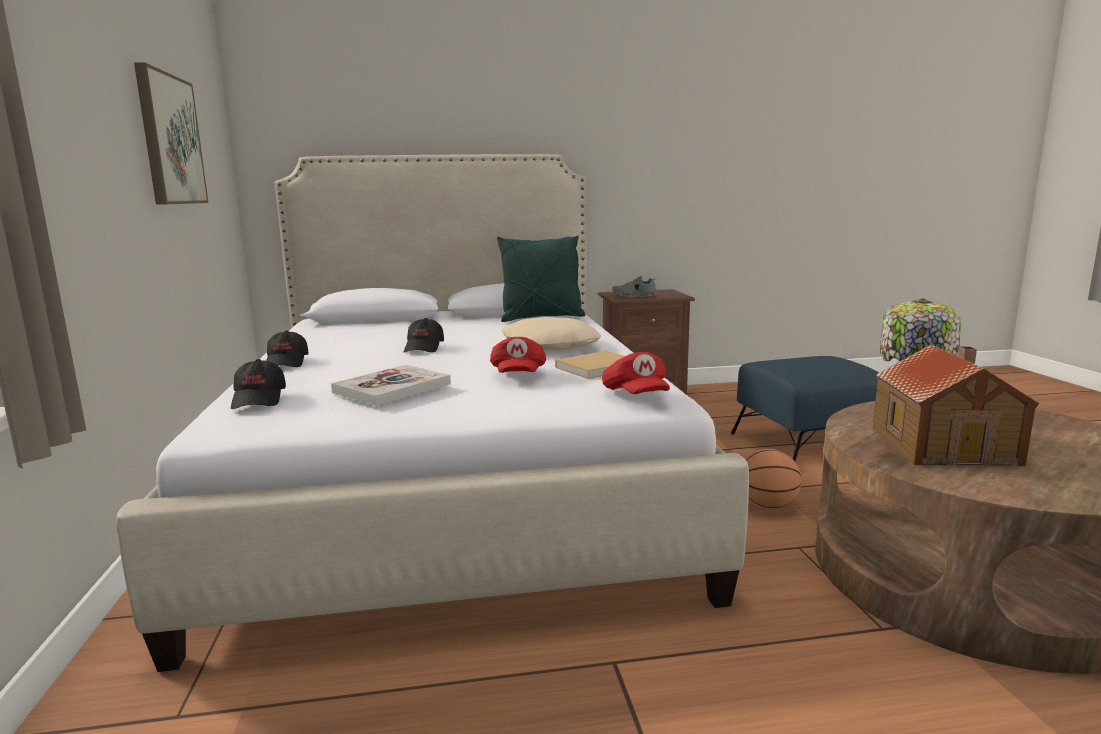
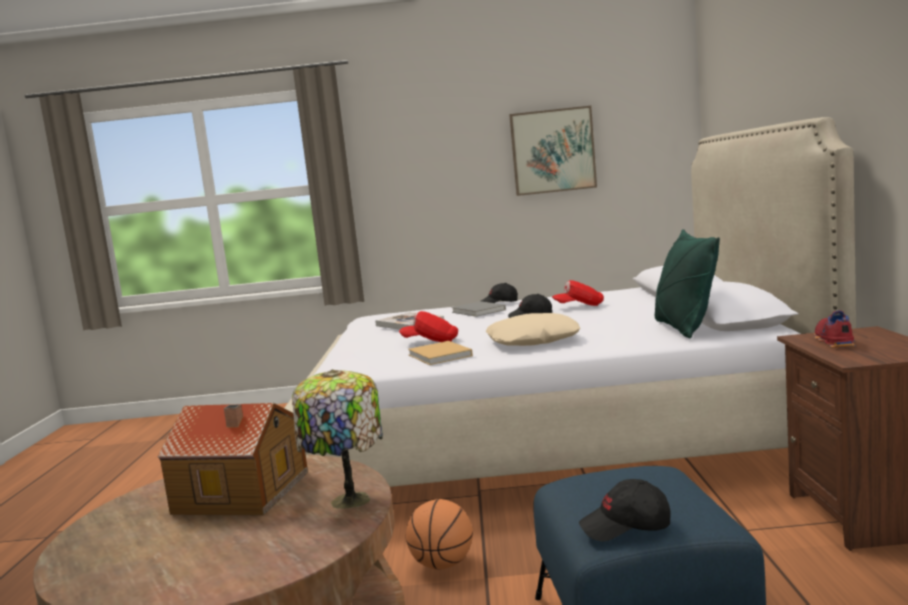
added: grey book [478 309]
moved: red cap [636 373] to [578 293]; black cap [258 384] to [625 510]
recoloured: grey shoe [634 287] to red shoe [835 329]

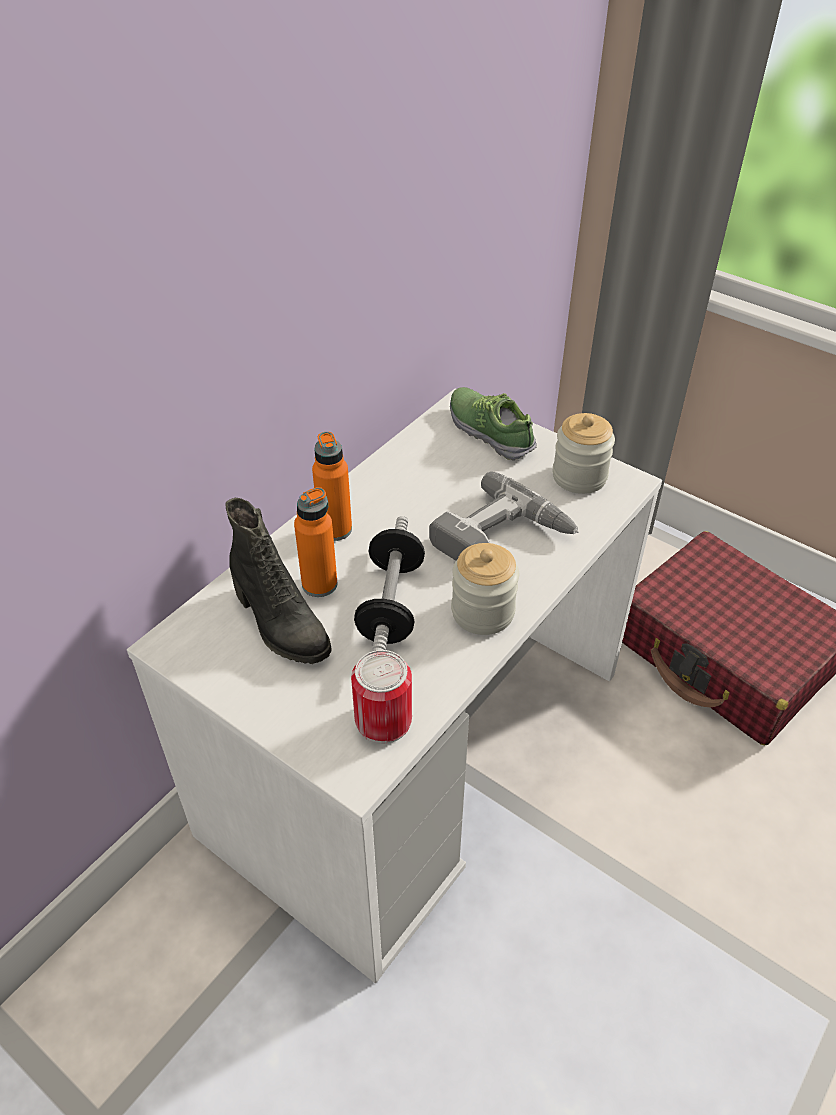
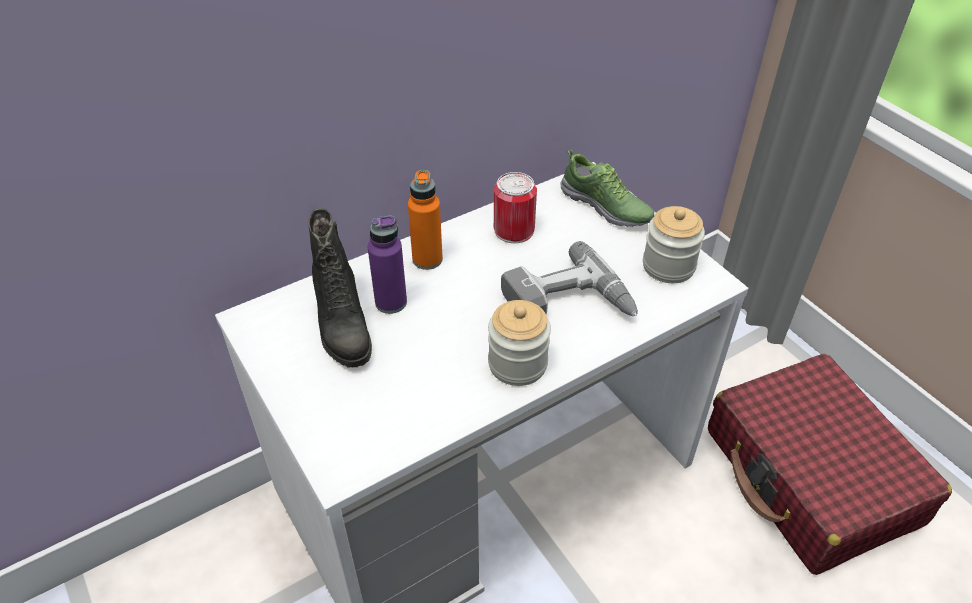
removed: dumbbell [389 583]
moved: can [381 697] to [515 207]
recoloured: orange bottle [316 542] to purple bottle [387 264]
turned: shoe [493 424] = [607 188] 150 degrees clockwise

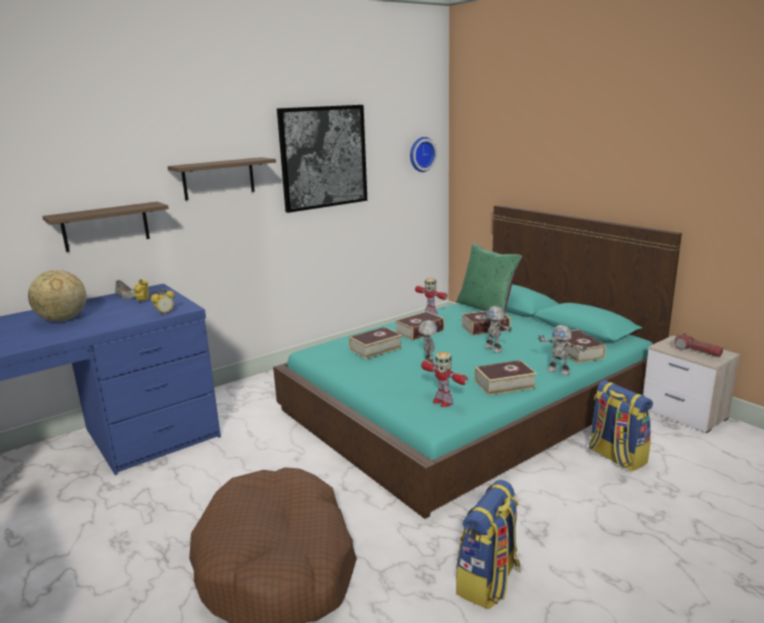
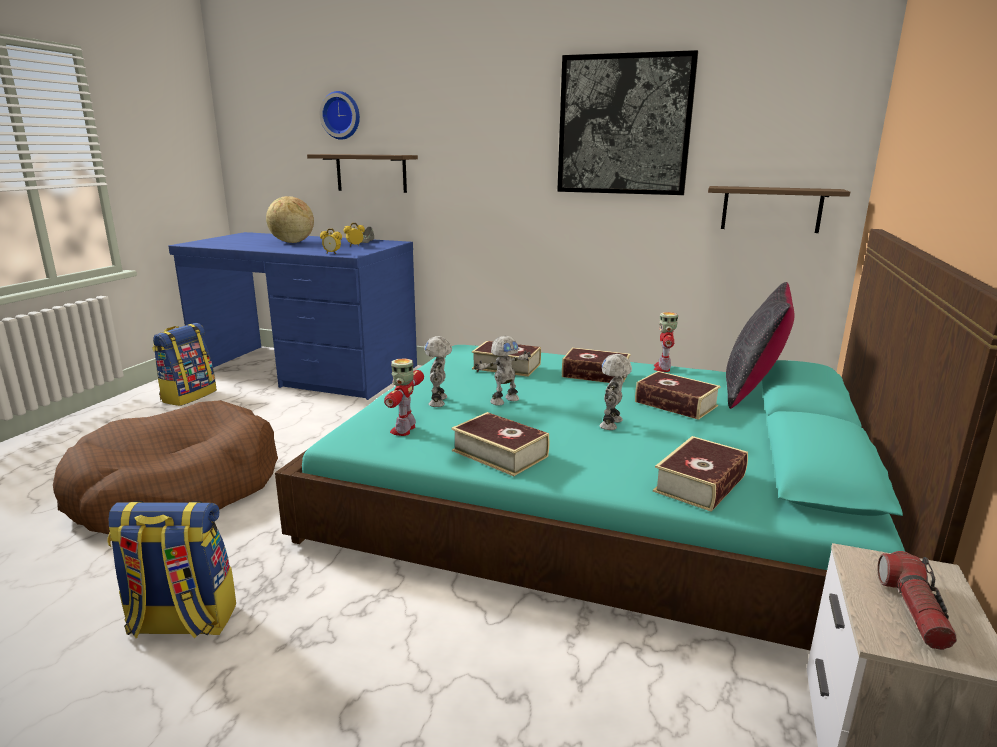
moved: wall clock [423 154] to [340 115]; shelf [221 178] to [779 209]; toy robot [562 350] to [438 371]; backpack [621 426] to [184 364]
recoloured: green pillow [489 278] to black pillow [760 345]

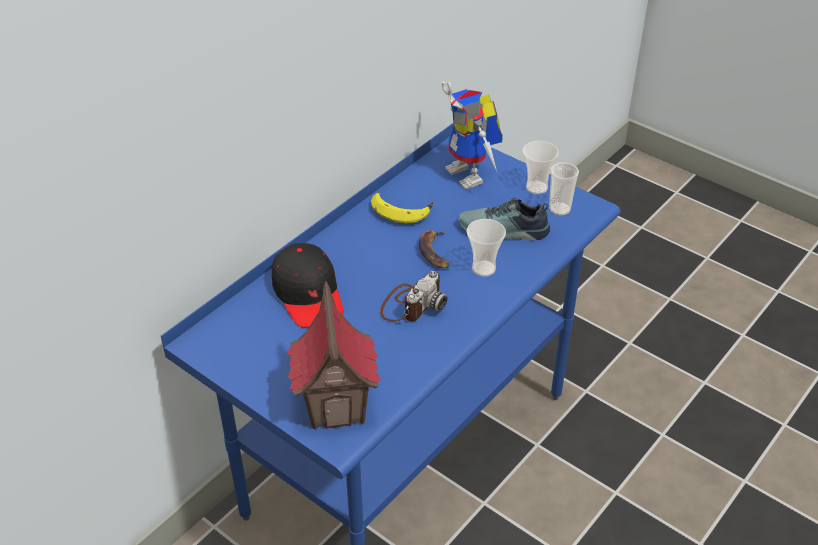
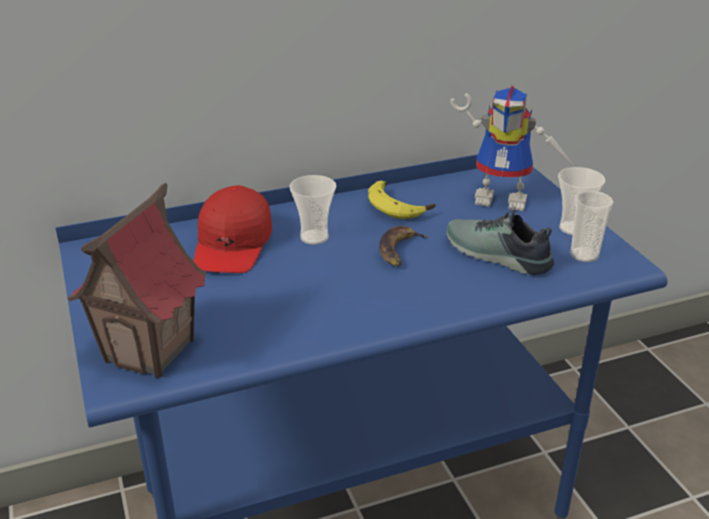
removed: photo camera [413 296]
moved: cup [486 248] to [312 210]
recoloured: black cap [307 285] to red cap [233 229]
turned: toy robot [472 135] = [512 148] 75 degrees counterclockwise

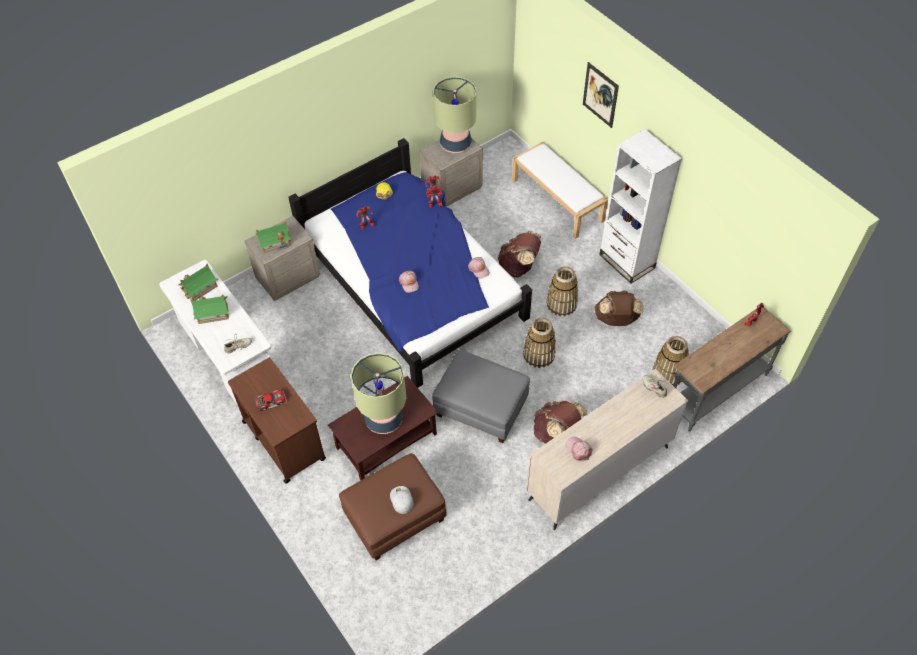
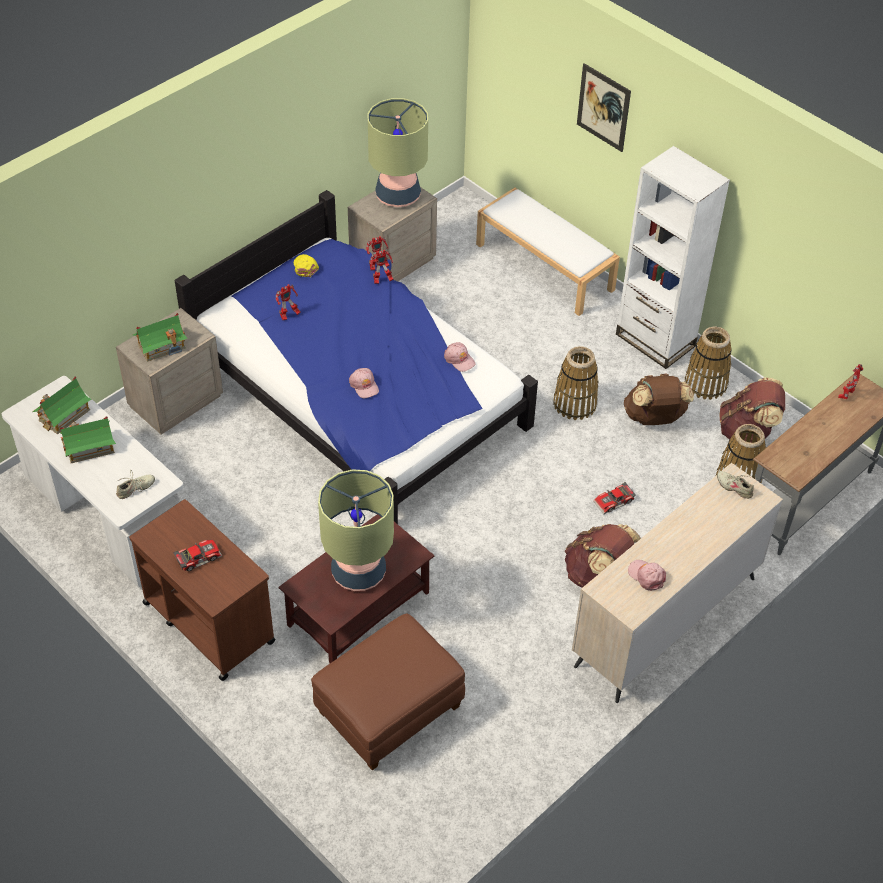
removed: grey ottoman [481 396]; white cap [402 500]
added: toy car [615 498]
moved: brown backpack [519 254] to [752 410]; basket [539 342] to [708 363]

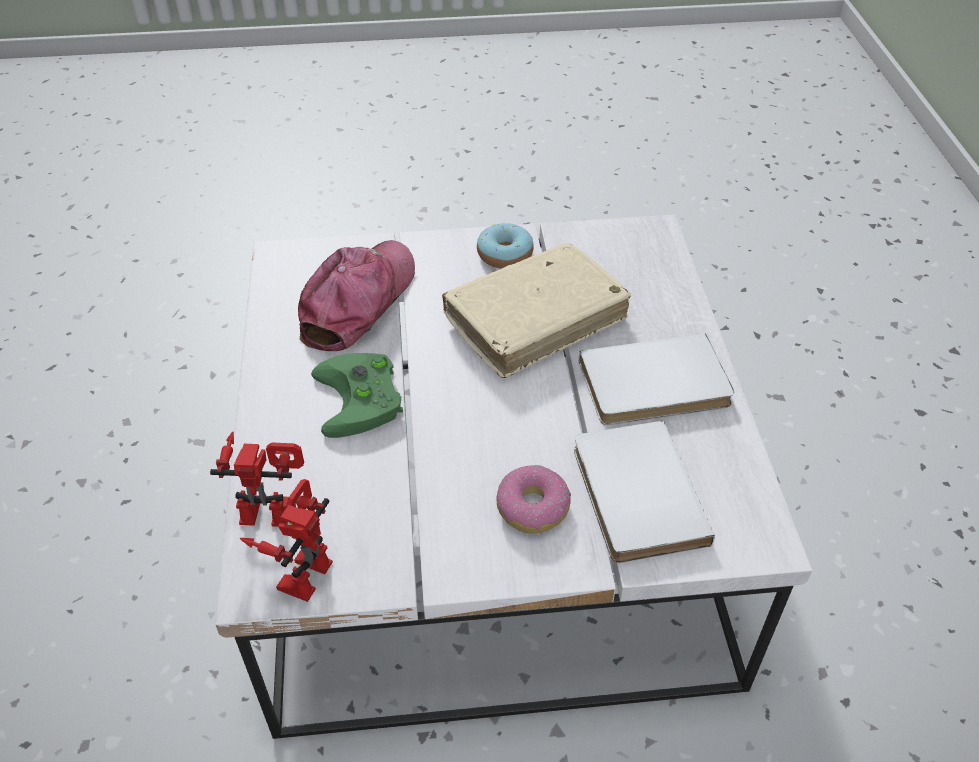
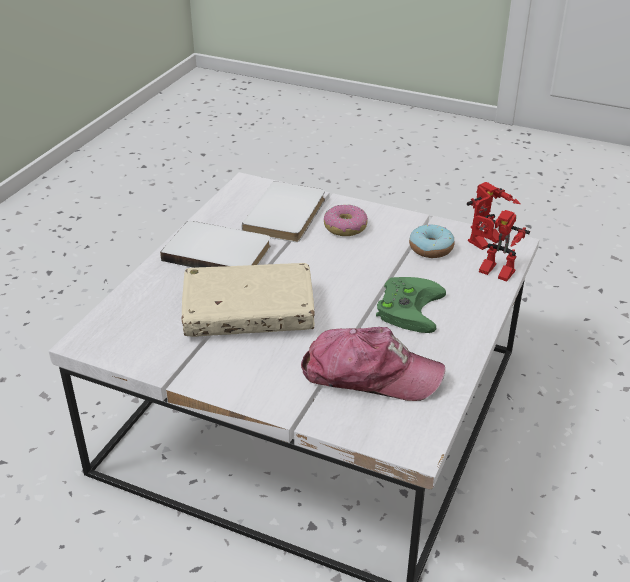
moved: donut [505 246] to [431 241]
turned: cap [356 295] = [373 364] 135 degrees counterclockwise

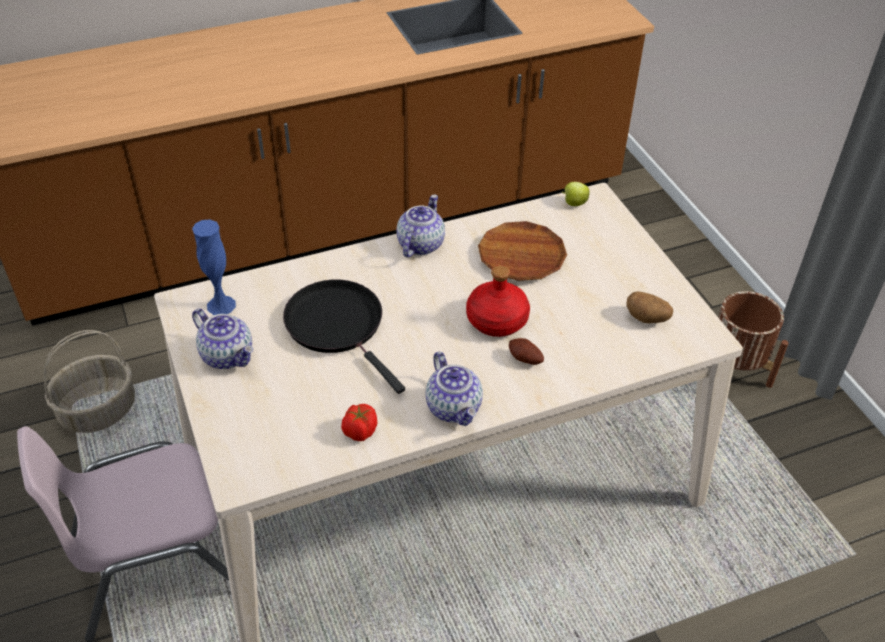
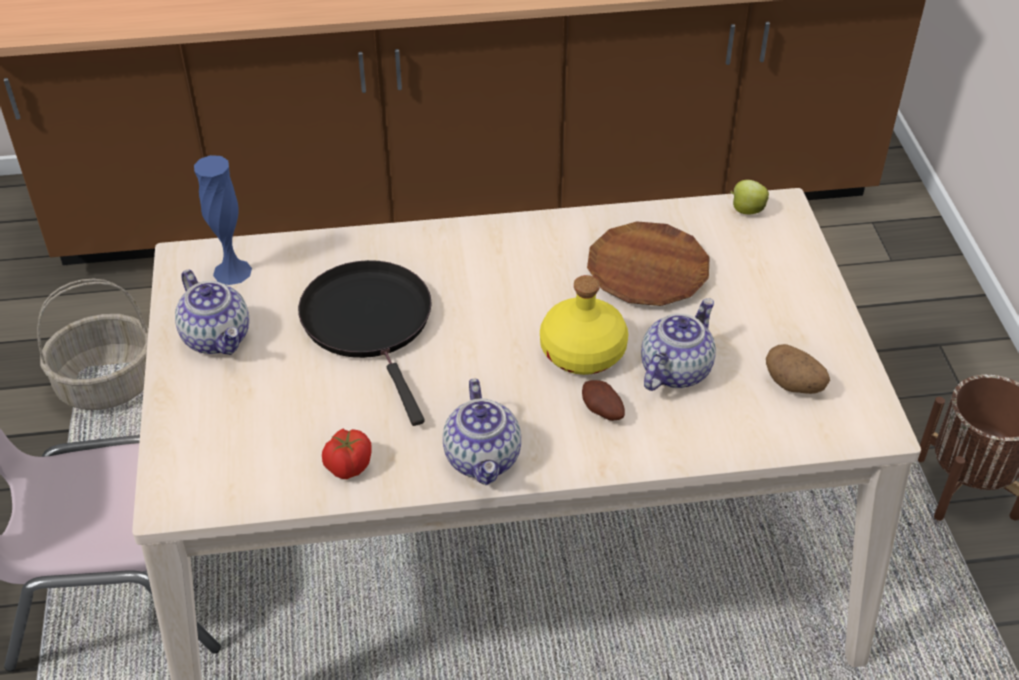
moved: teapot [421 226] to [678 344]
recoloured: red bottle [498 301] to yellow bottle [584 325]

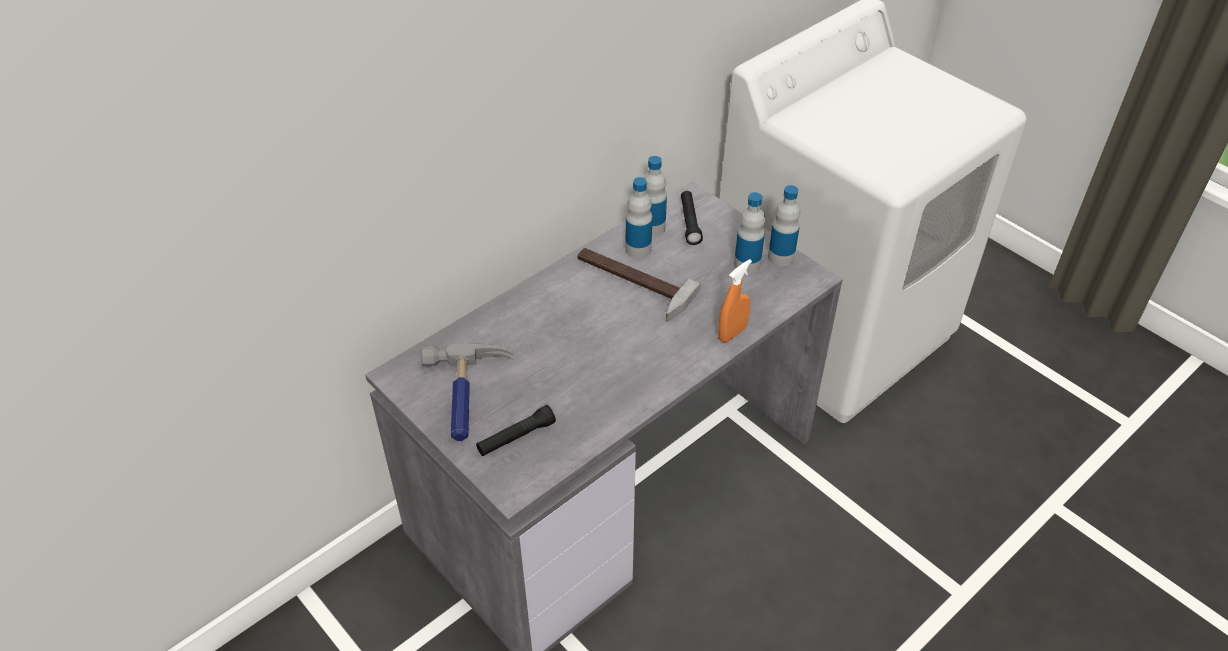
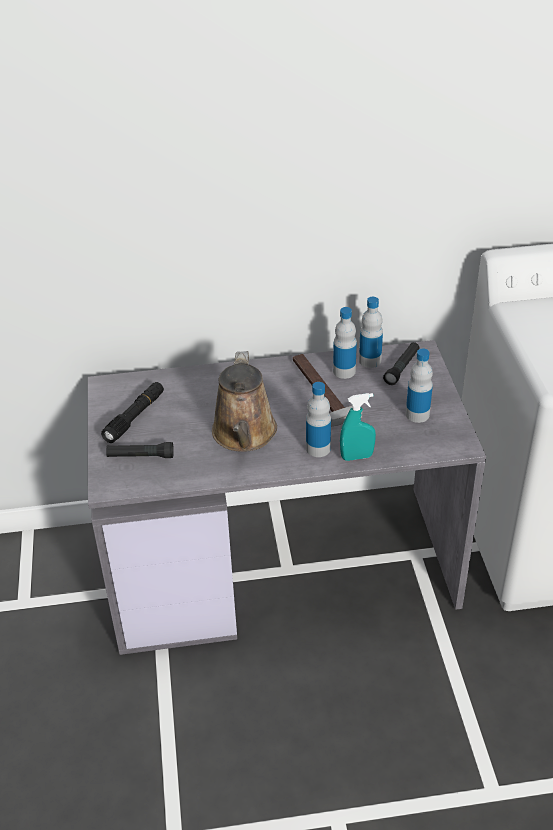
added: brown watering can [244 401]
moved: bottle [784 226] to [318 419]
replaced: hammer [467 392] to black flashlight [132 412]
recoloured: orange spray bottle [735 300] to turquoise spray bottle [358 427]

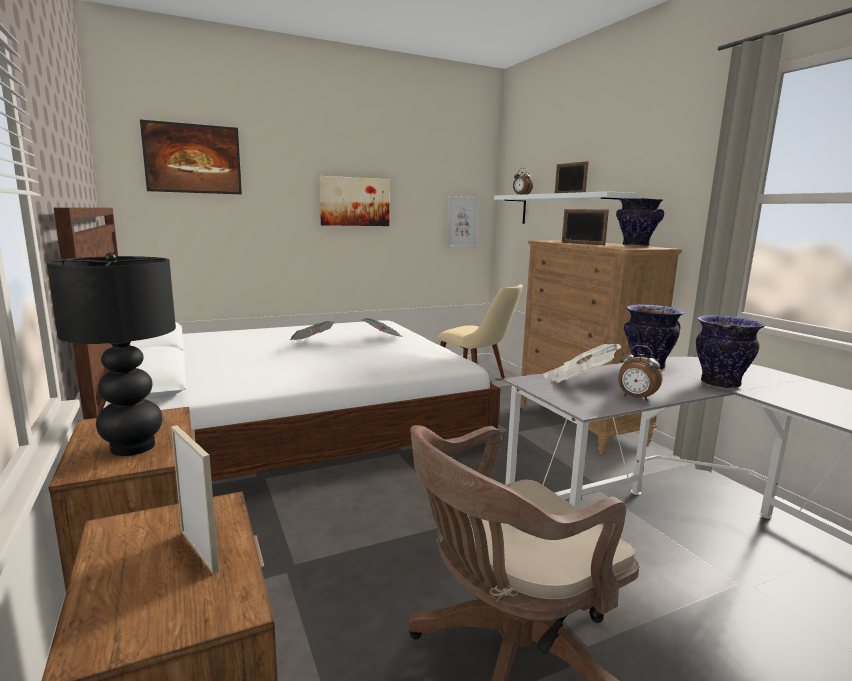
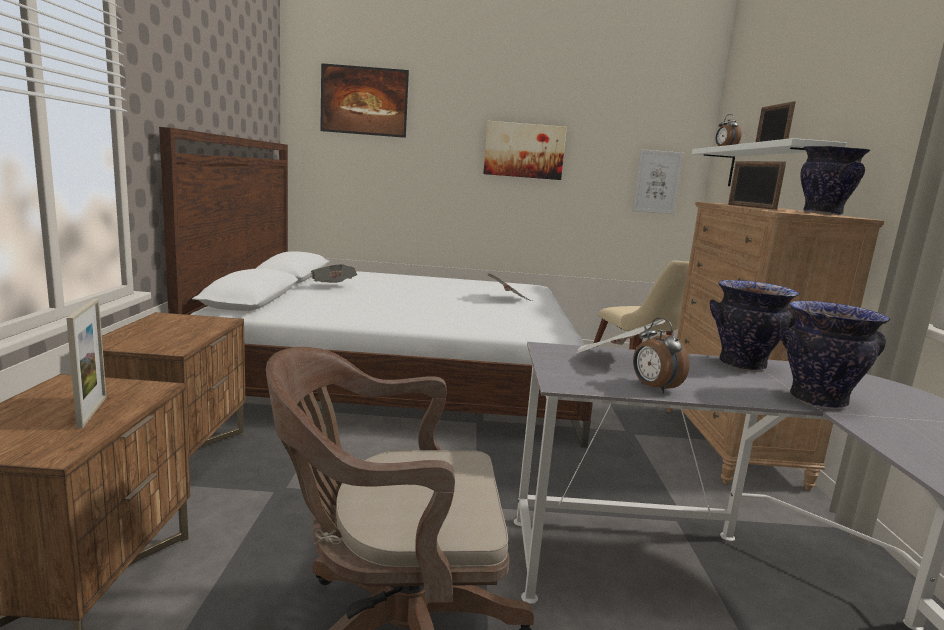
removed: black table lamp [111 354]
moved: newspaper [312 330] to [334 273]

